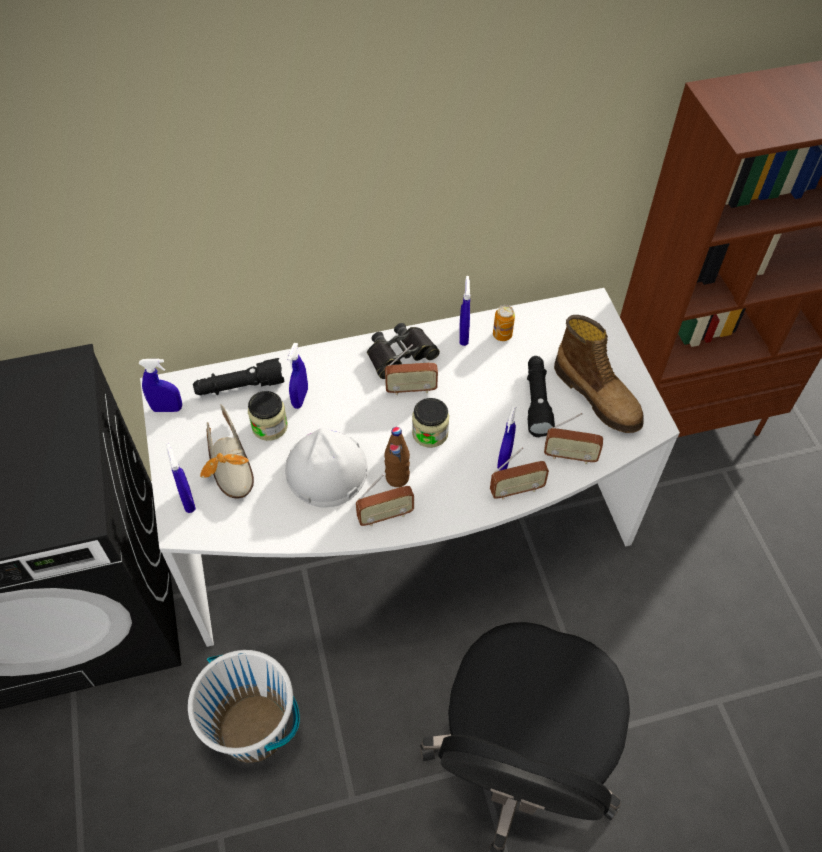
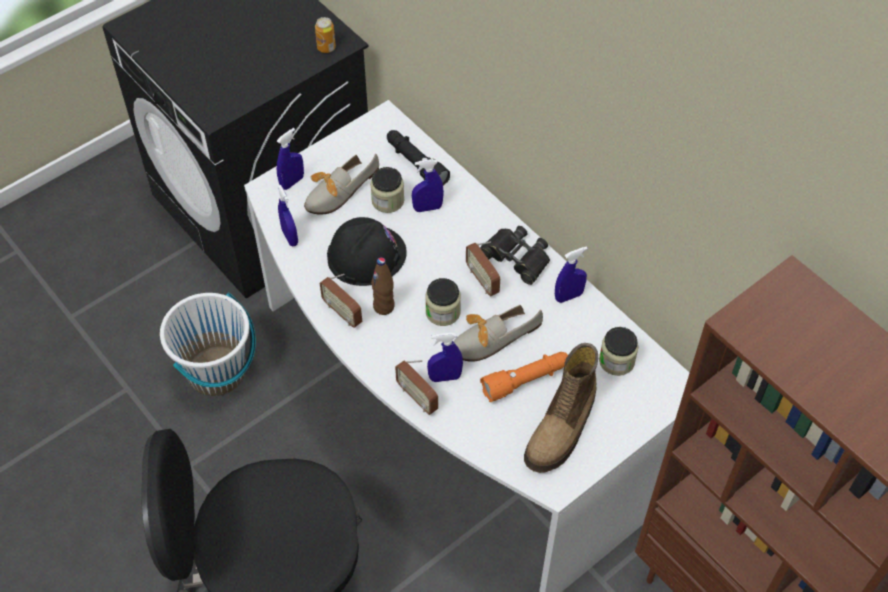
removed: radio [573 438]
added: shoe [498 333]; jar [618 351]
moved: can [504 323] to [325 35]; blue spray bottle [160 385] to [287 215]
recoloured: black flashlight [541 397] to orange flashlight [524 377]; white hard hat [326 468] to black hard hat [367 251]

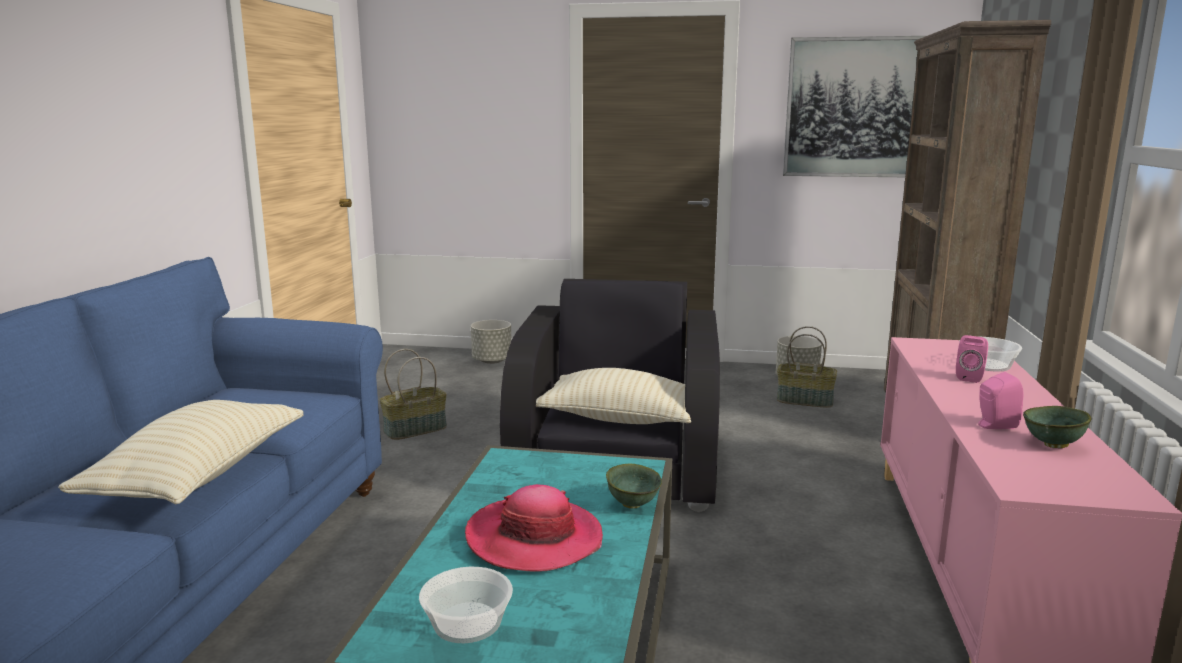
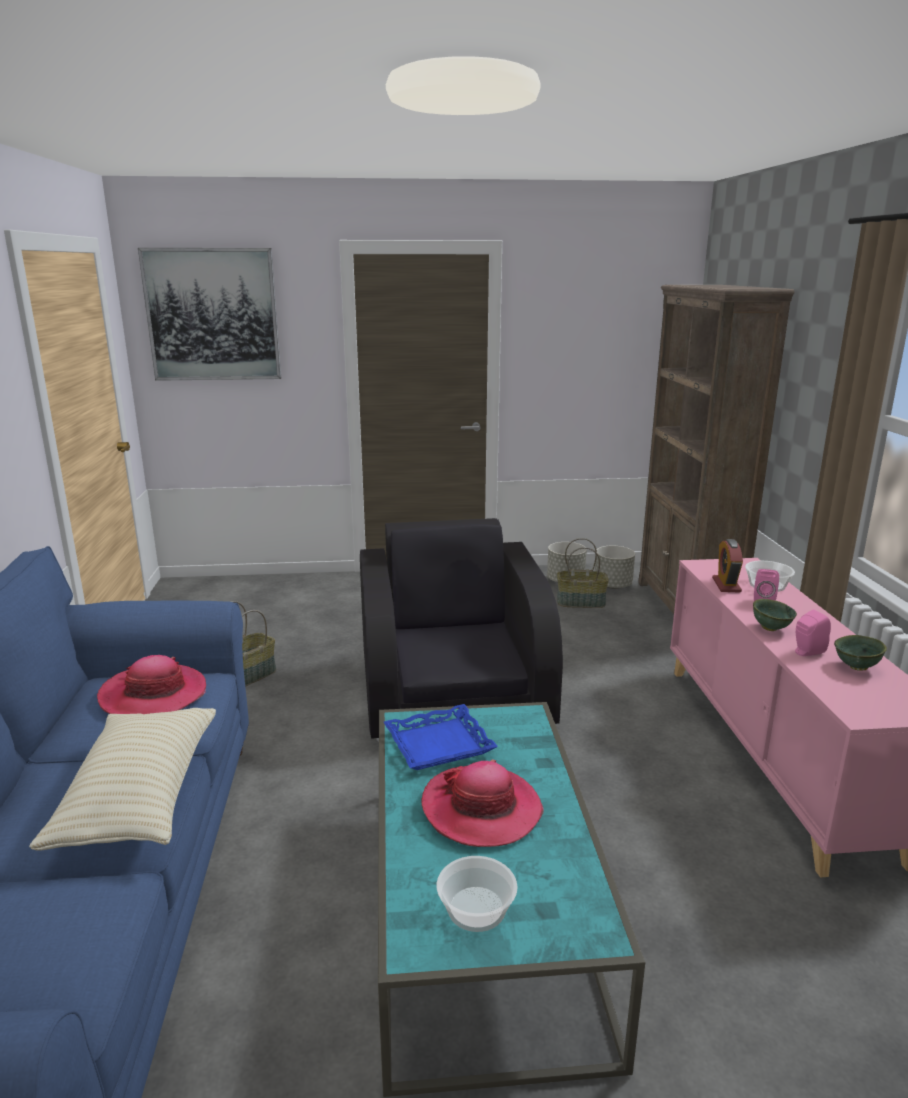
removed: beige pillow [613 396]
added: alarm clock [727 566]; hat [151 684]; blue tray [441 737]
moved: picture [854 106] to [209 314]; grey planter [491 342] to [615 567]; green bowl [634 485] to [775 615]

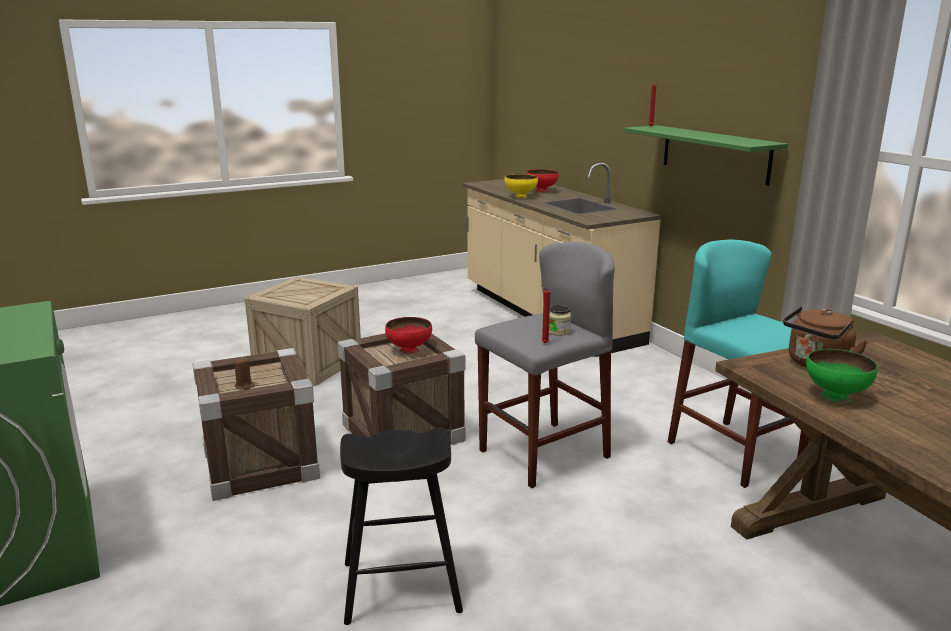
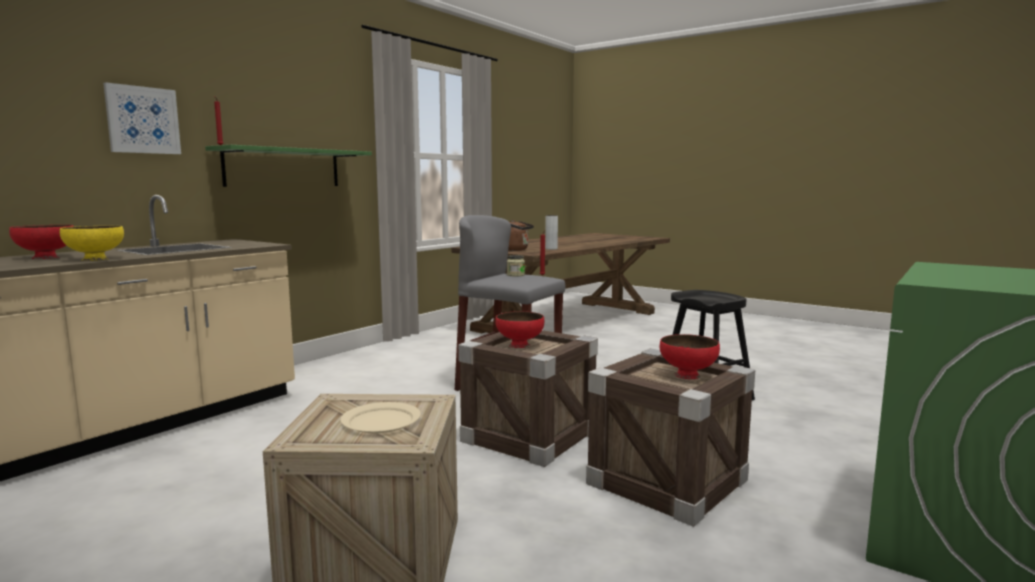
removed: turquoise stool [738 363]
added: picture [142 118]; beige plate [380 417]
replaced: green bowl [842 376] to grey vase [551 232]; brown candle [244 373] to red bowl [690 356]

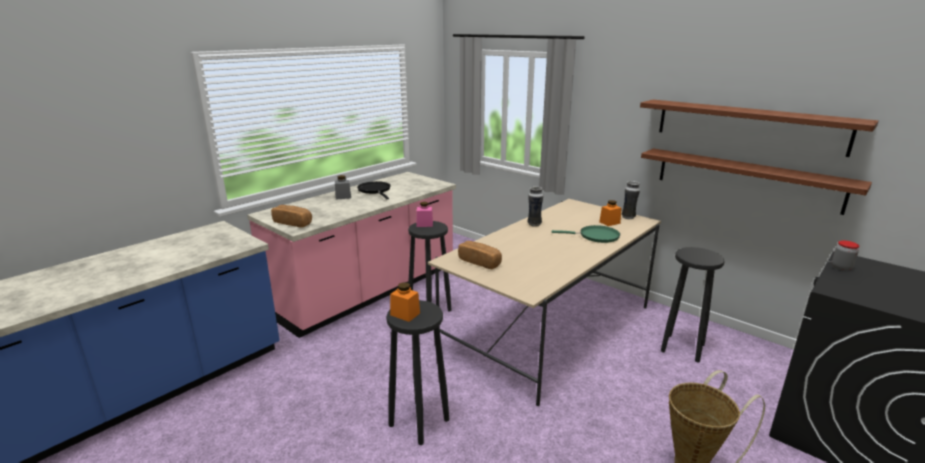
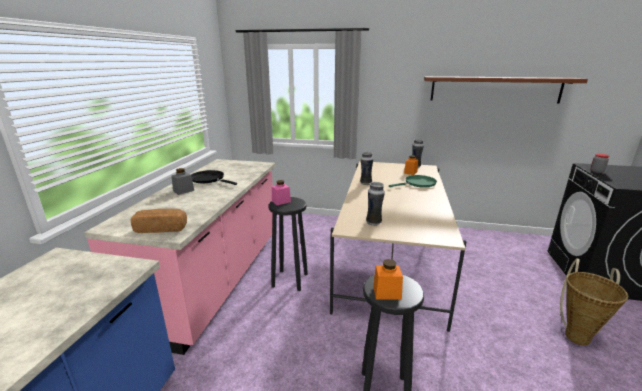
removed: brown shelf [756 181]; black stool [692 305]
replaced: bread [480 255] to vase [375 204]

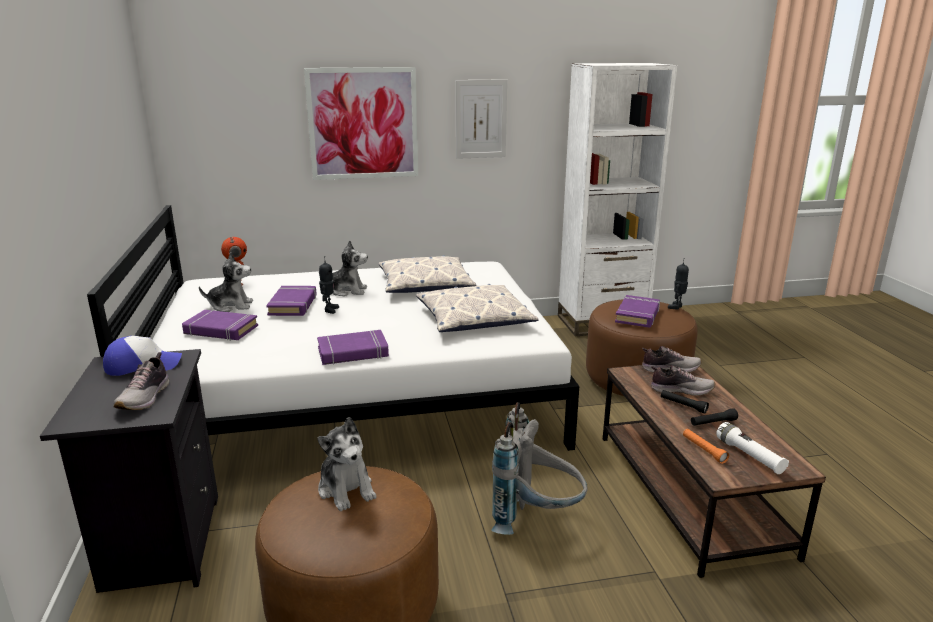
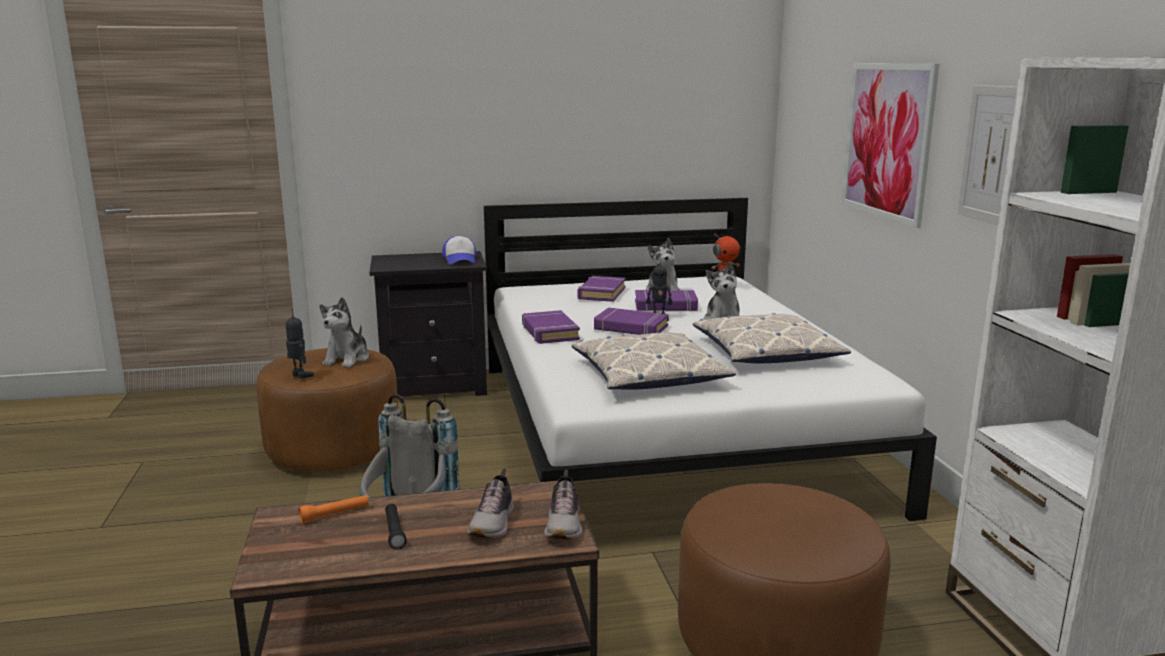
removed: shoe [141 381]; black flashlight [685 402]; white flashlight [752 448]
moved: toy robot [678 285] to [300 344]; purple book [637 311] to [631 321]
turned: plush toy [347 464] = [344 332] 45 degrees counterclockwise

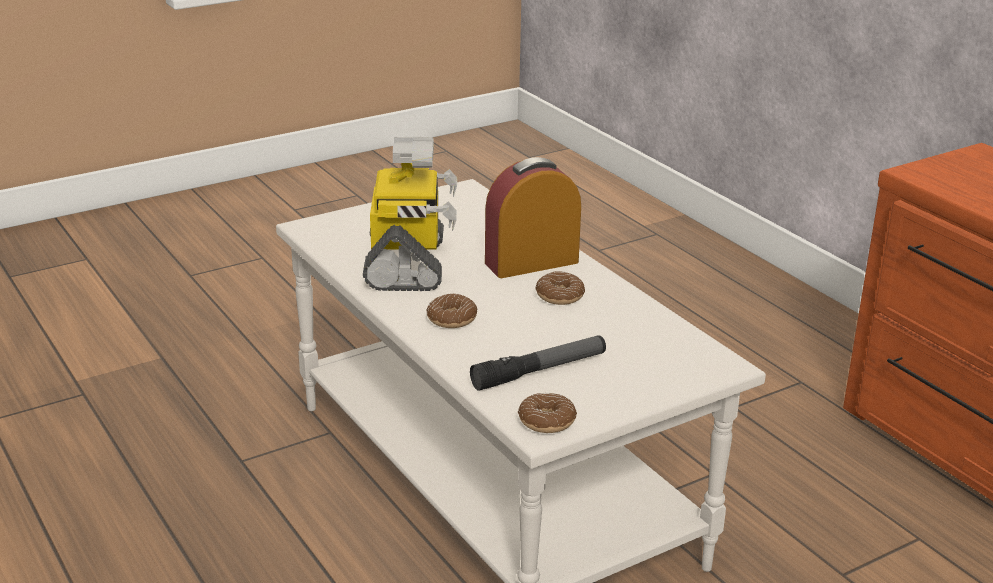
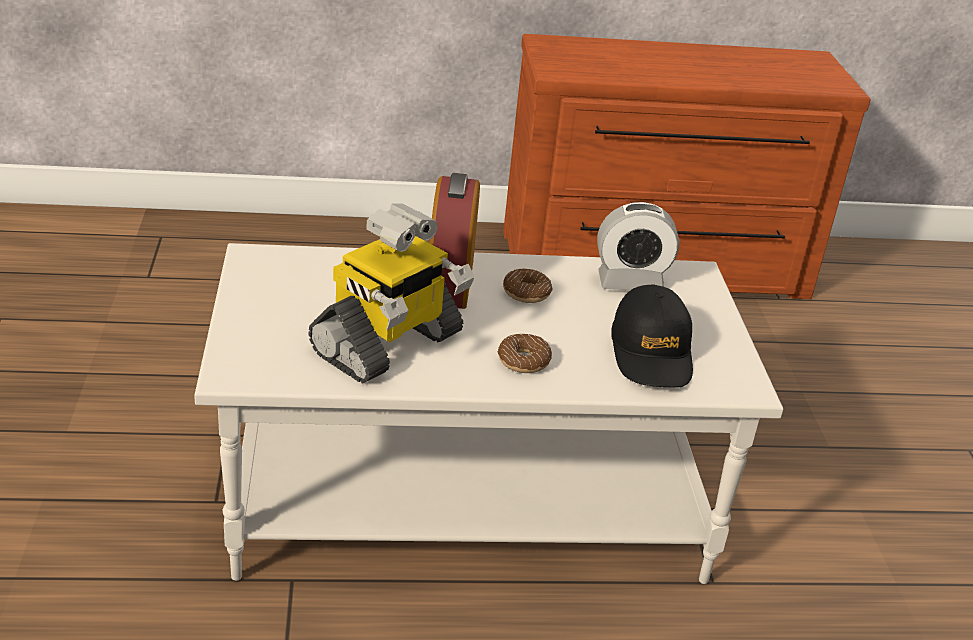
removed: donut [547 413]
added: alarm clock [638 246]
replaced: flashlight [538 363] to black cap [652 336]
turned: toy robot [410 214] = [391 293] 105 degrees clockwise

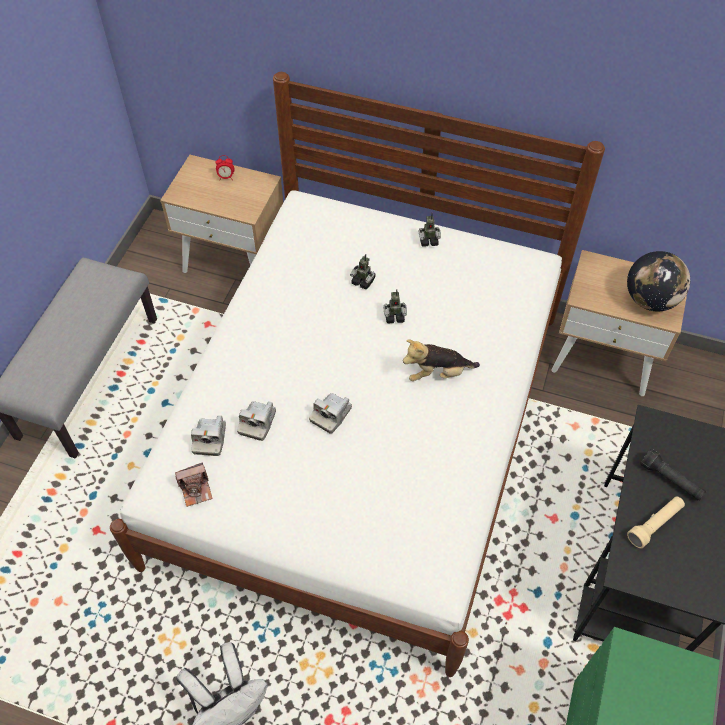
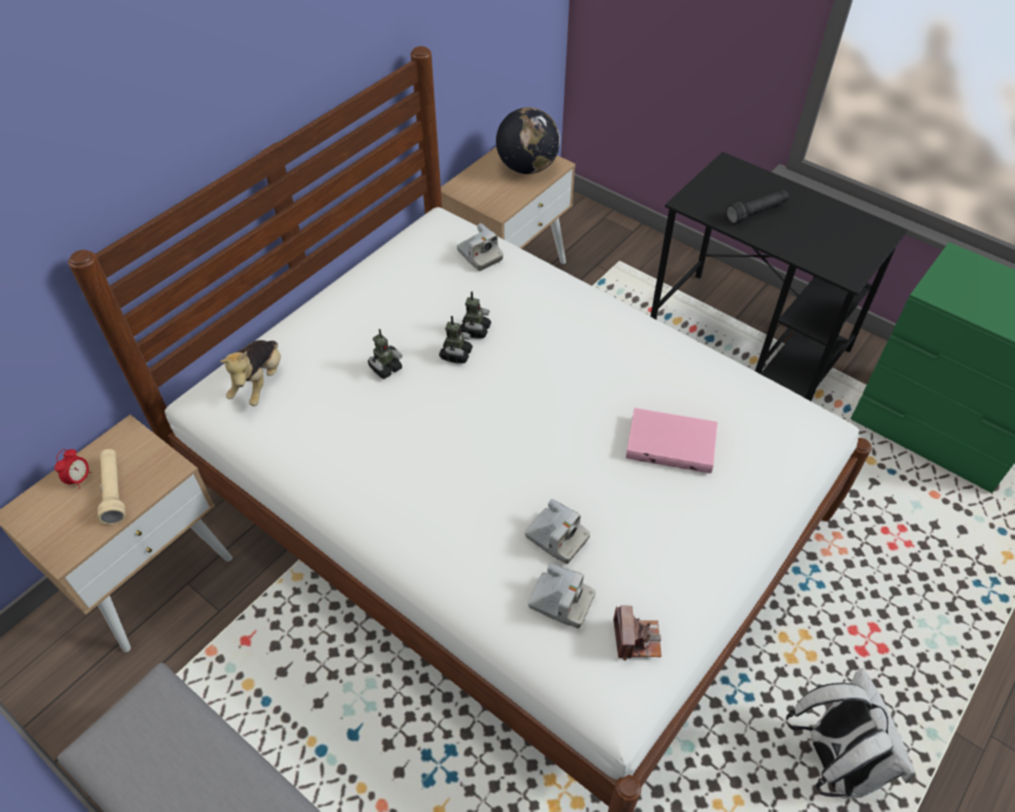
added: pink book [672 440]
moved: toy robot [430 230] to [475 315]; plush toy [441 360] to [250 373]; photo camera [330 413] to [480 247]; beige flashlight [656 522] to [112 486]

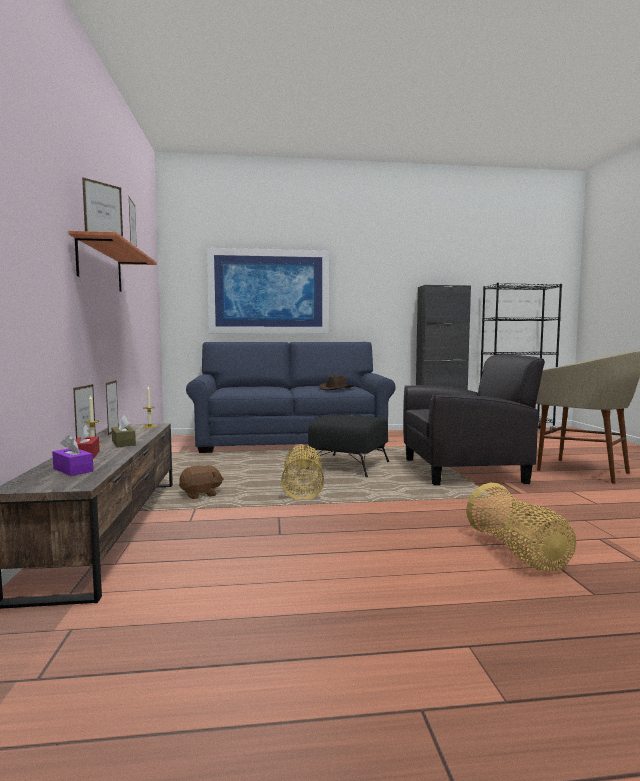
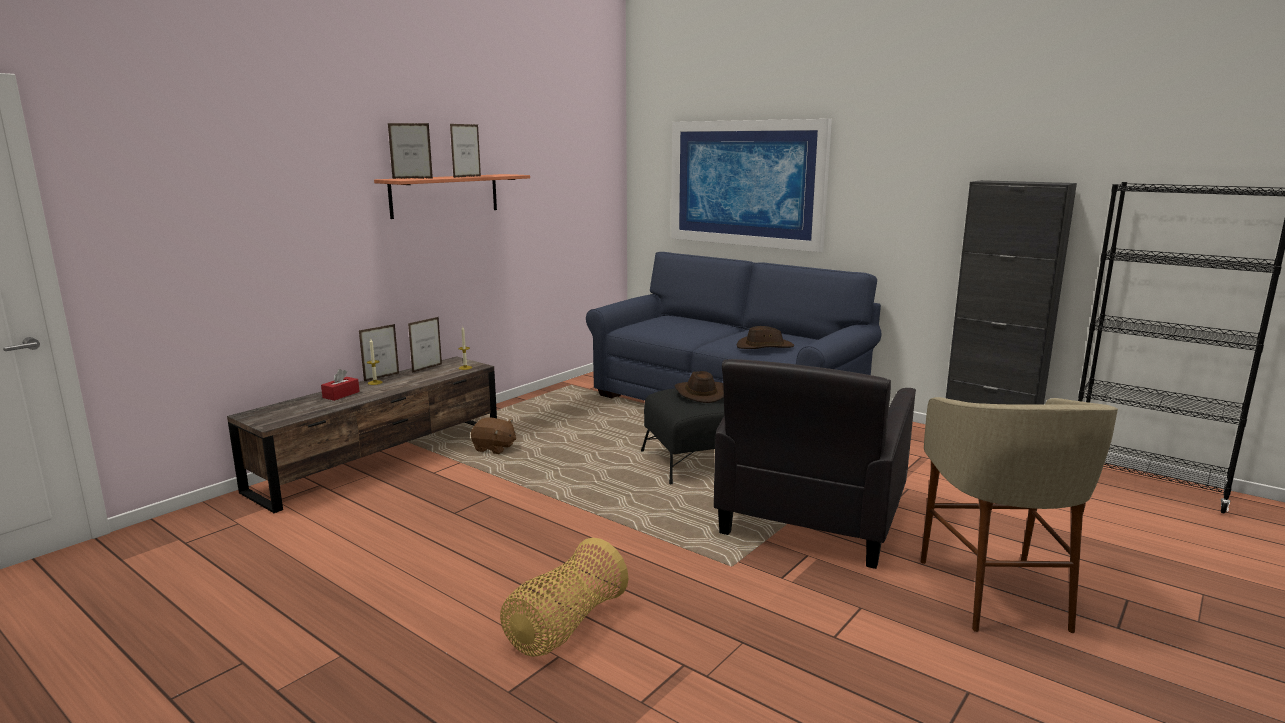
removed: brown tissue box [124 431]; purple tissue box [73 455]; basket [302 472]
added: brown hat [699 387]
turned: black armchair [474 420] = [815 464] 75 degrees clockwise

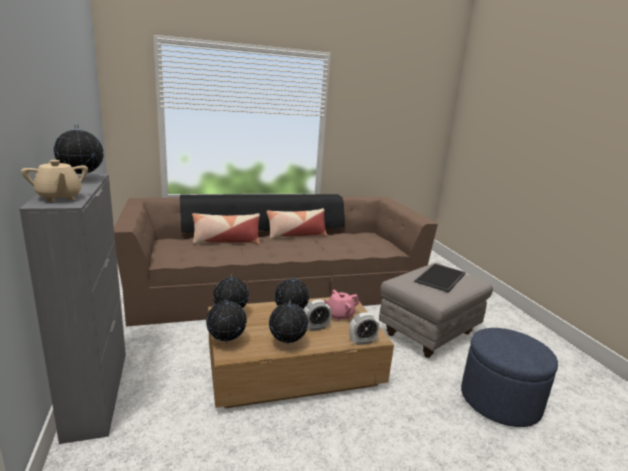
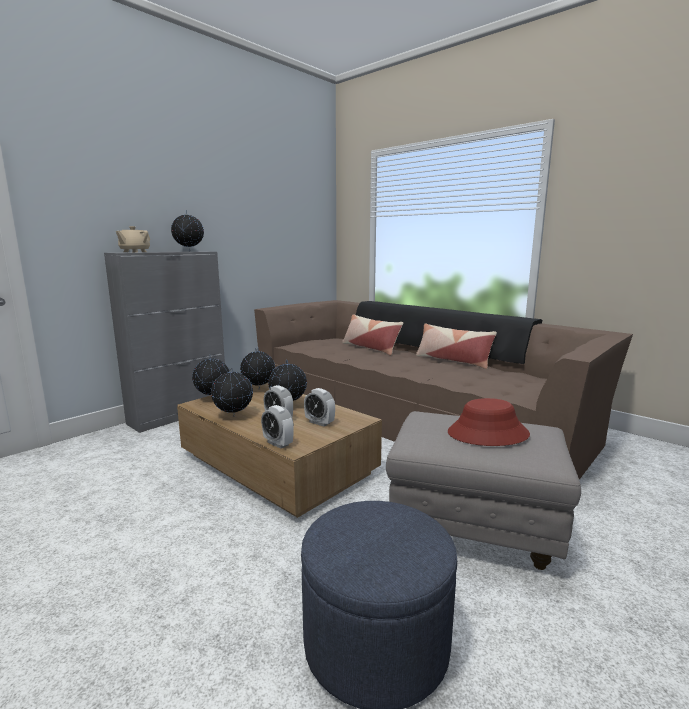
replaced: tray [440 278] to red hat [489 422]; pink teapot [341 305] to alarm clock [319 407]

